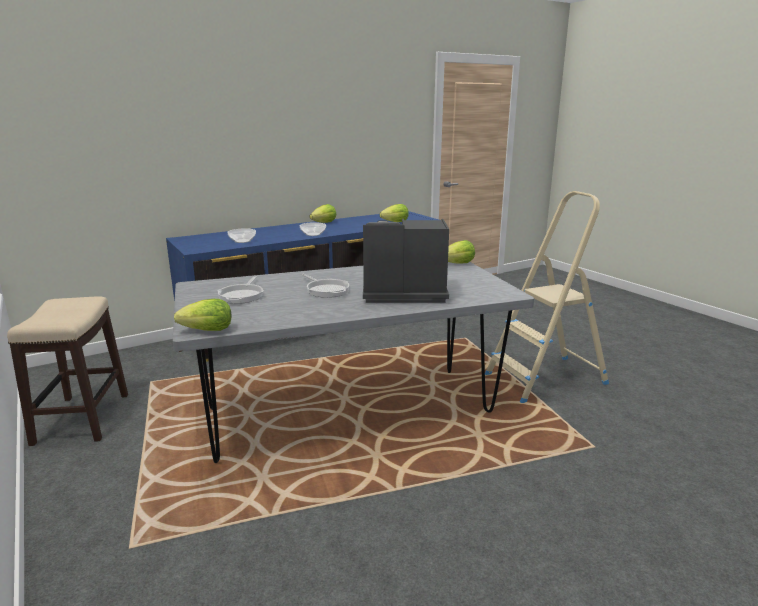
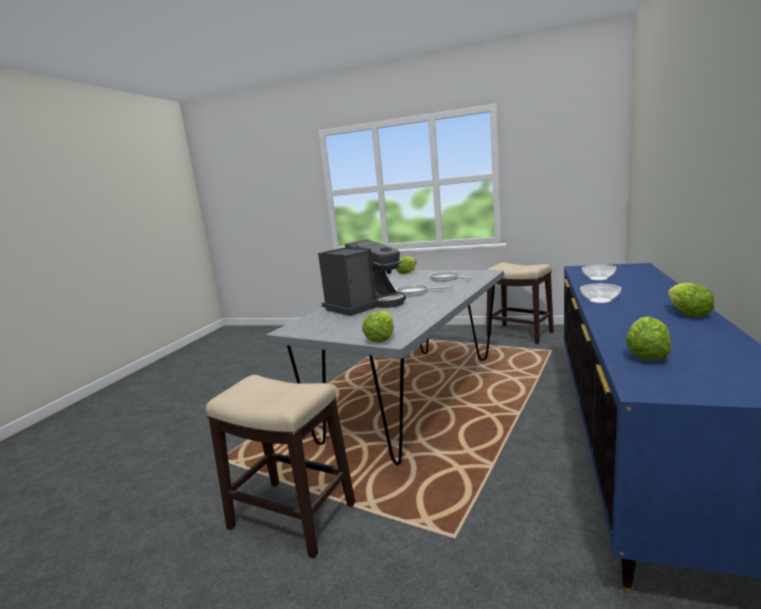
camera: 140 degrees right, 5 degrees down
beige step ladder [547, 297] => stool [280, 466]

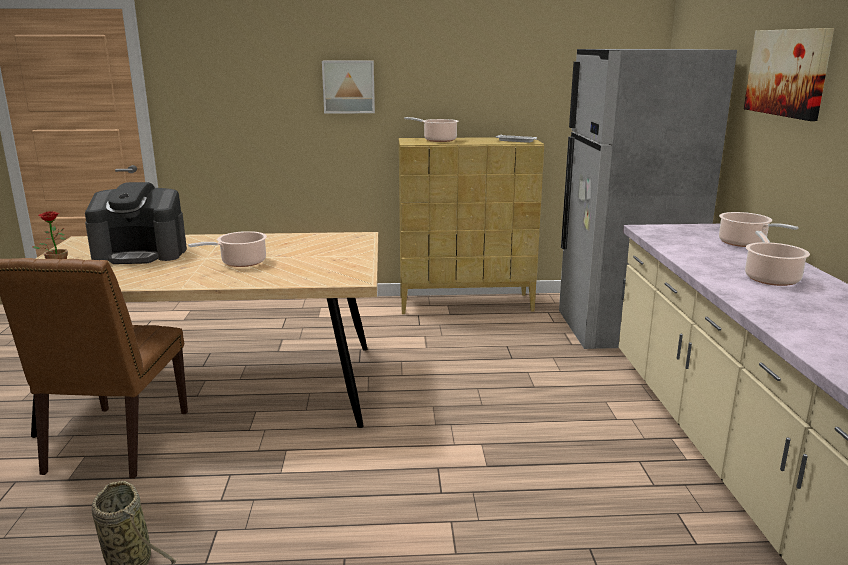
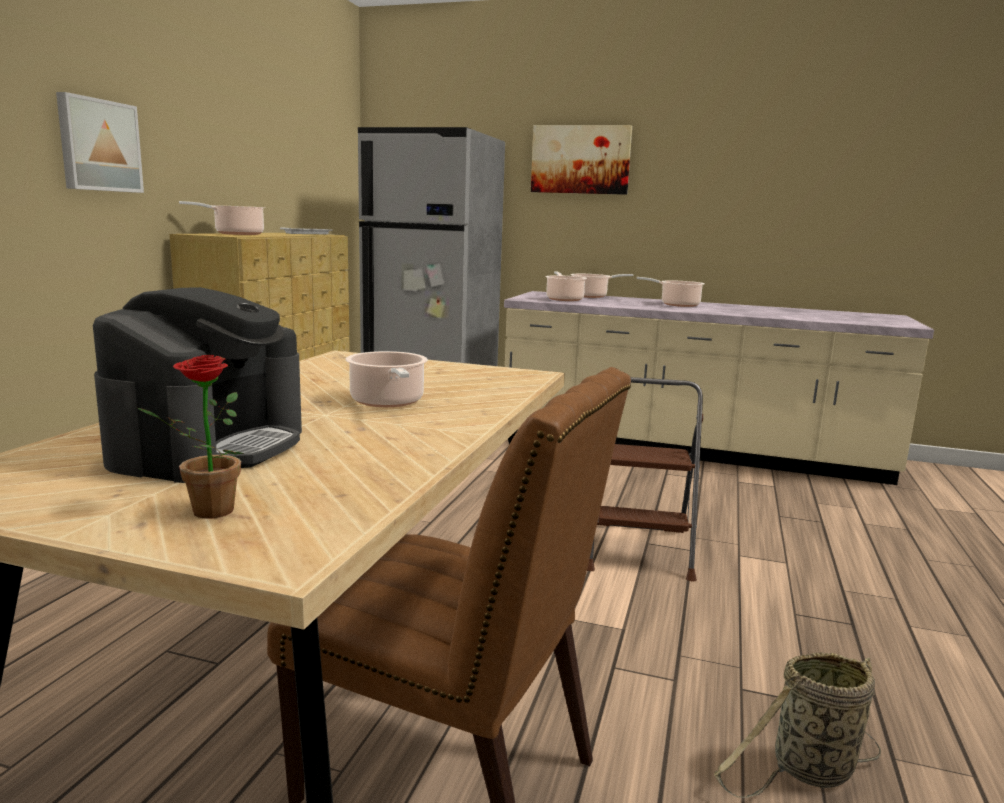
camera: 70 degrees left, 5 degrees down
nothing => cooking pot [566, 286]
nothing => brown step ladder [645, 479]

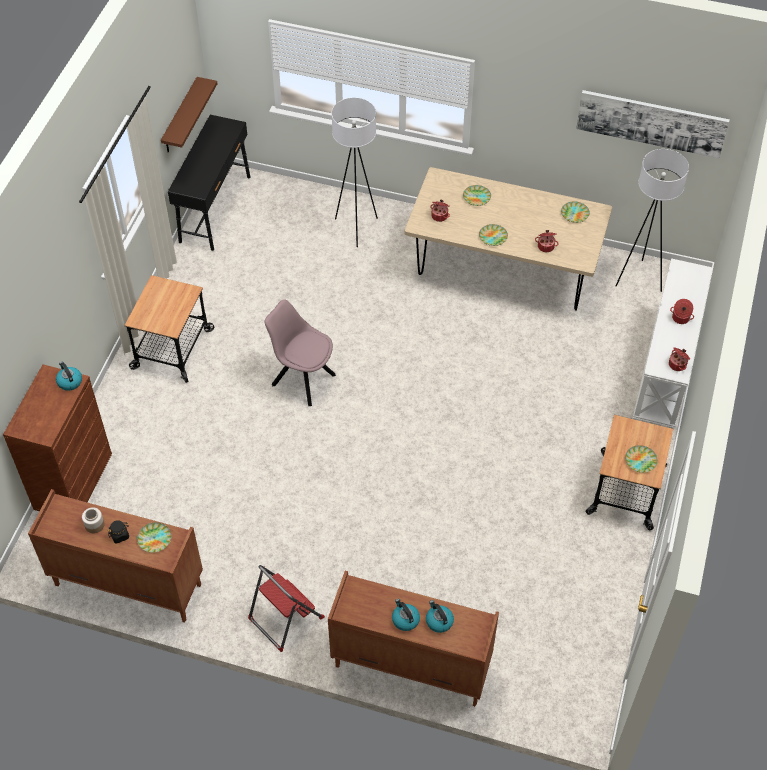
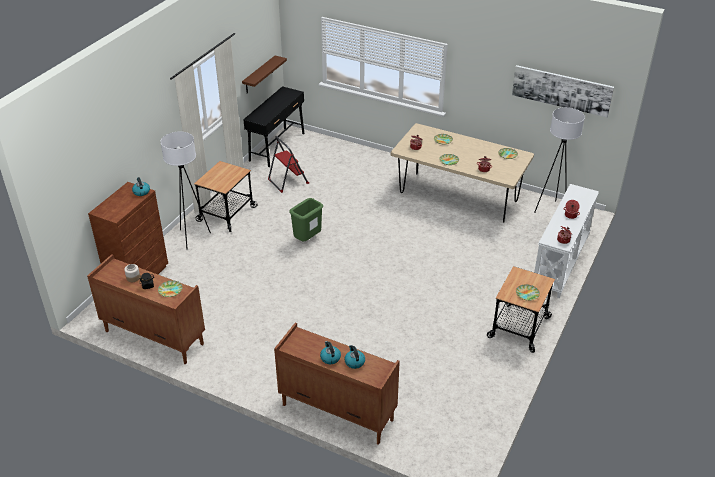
camera: 10 degrees right, 15 degrees down
white floor lamp [354, 172] => white floor lamp [185, 190], relocated
red step ladder [286, 608] => red step ladder [288, 164], relocated
pink chair [300, 352] => green trash can [306, 219]

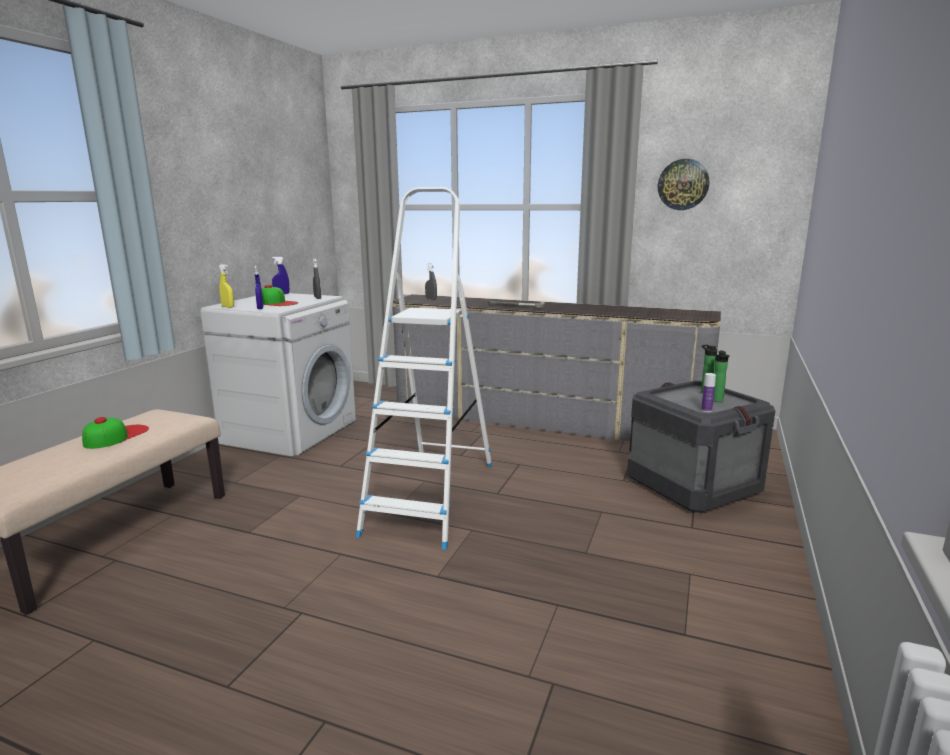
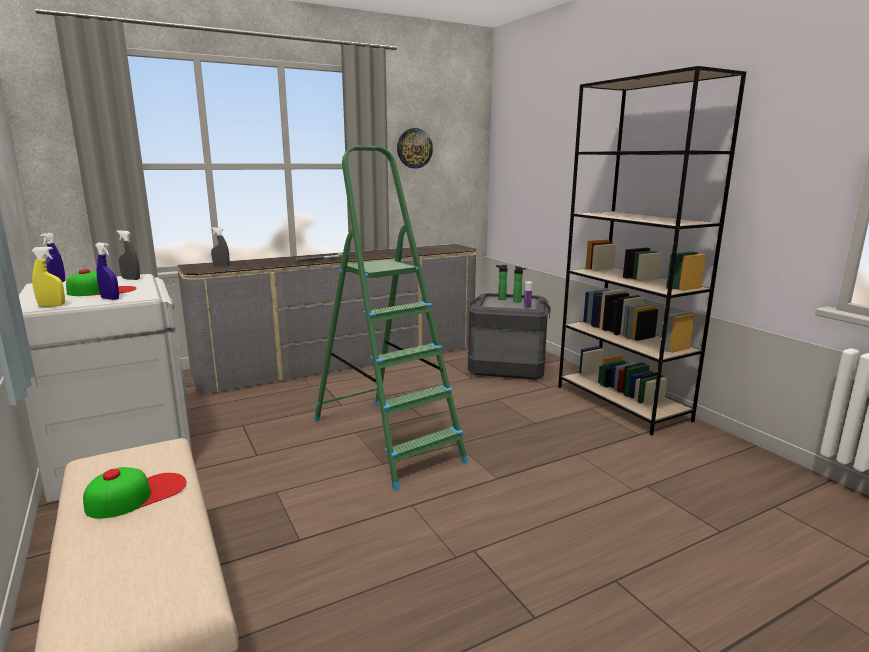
camera: 50 degrees left, 0 degrees up
cap [115, 433] => cap [135, 493], 75 degrees clockwise
white step ladder [424, 368] => green step ladder [391, 318]
nothing => beige bookcase [652, 251]

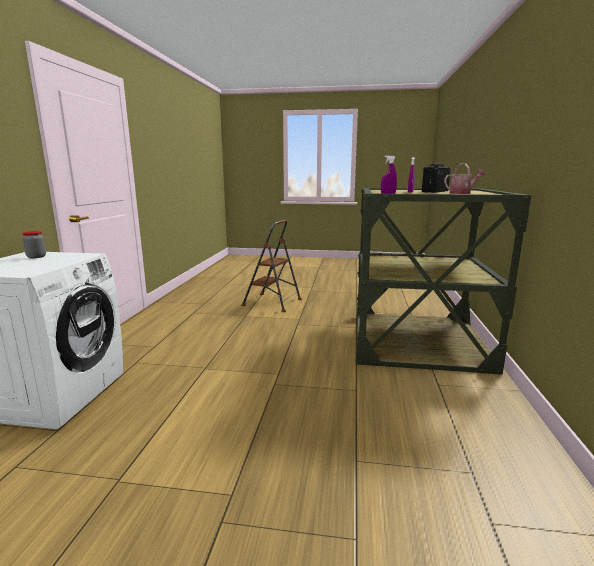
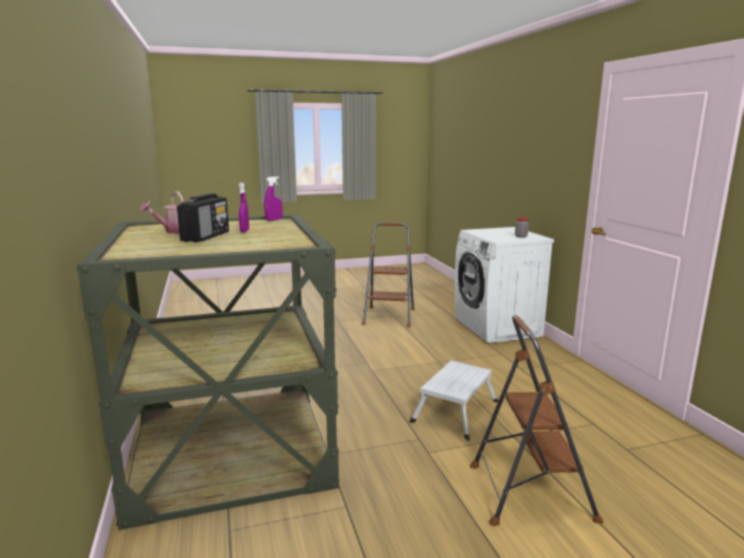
camera: 155 degrees right, 0 degrees up
nothing => brown step ladder [388, 275]
nothing => white step ladder [453, 400]

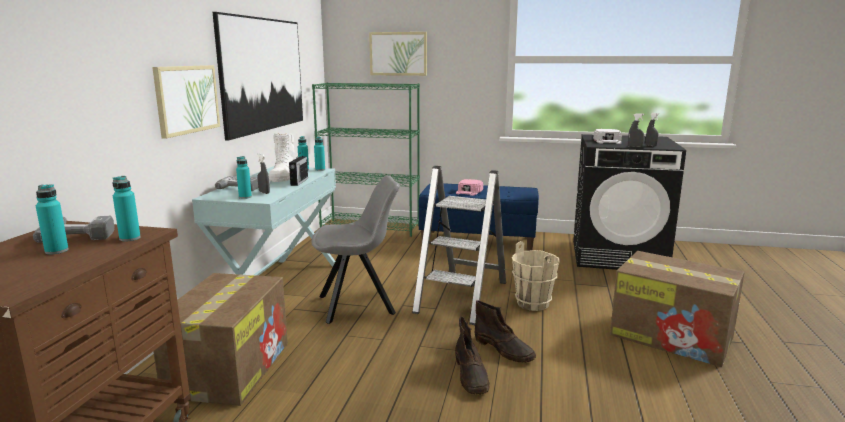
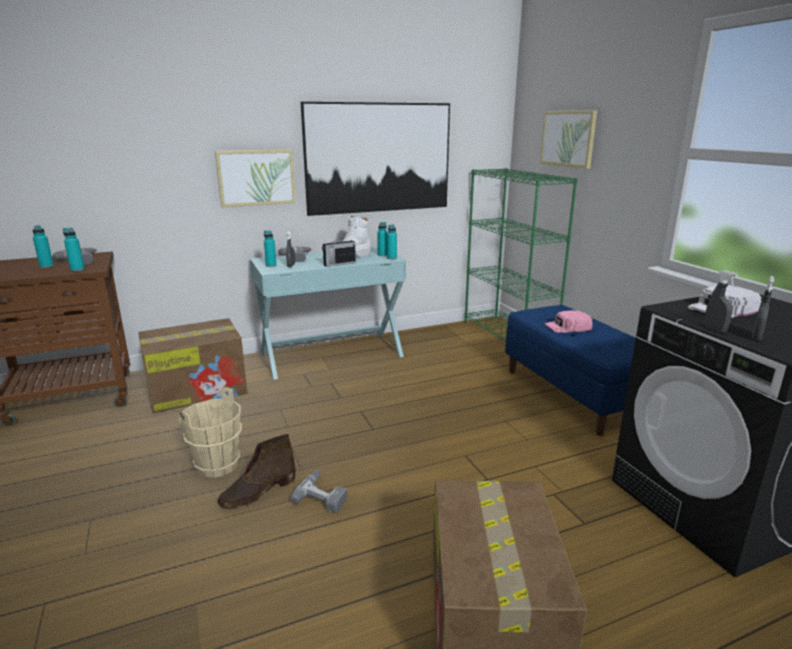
camera: 55 degrees right, 5 degrees up
beige bucket [536, 276] => beige bucket [210, 432], relocated
brown boot [505, 331] => power drill [318, 491]
grey chair [355, 249] => nothing
grey step ladder [459, 245] => nothing

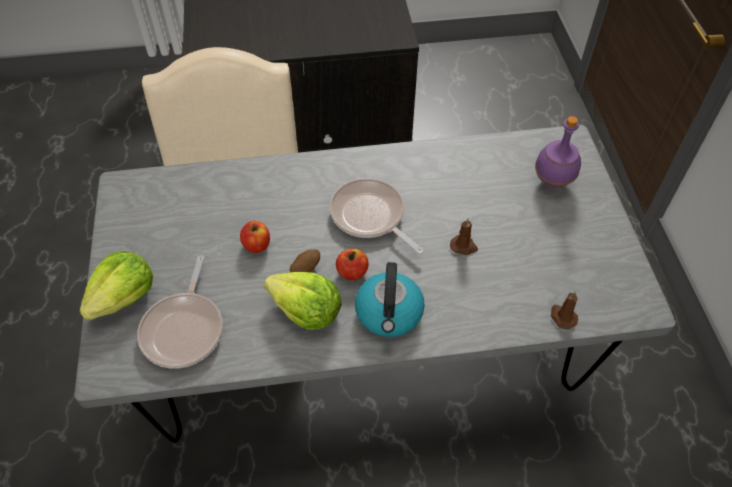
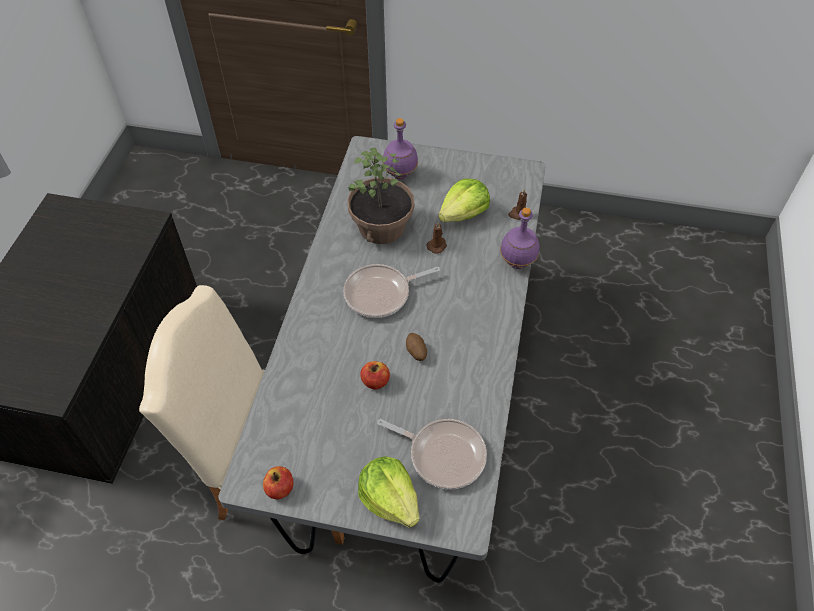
camera: 70 degrees left, 0 degrees up
apple [352, 264] => apple [278, 483], relocated
nothing => potted plant [380, 196]
lettuce [303, 301] => lettuce [464, 200], relocated
nothing => purple bottle [519, 238]
kettle [390, 299] => nothing

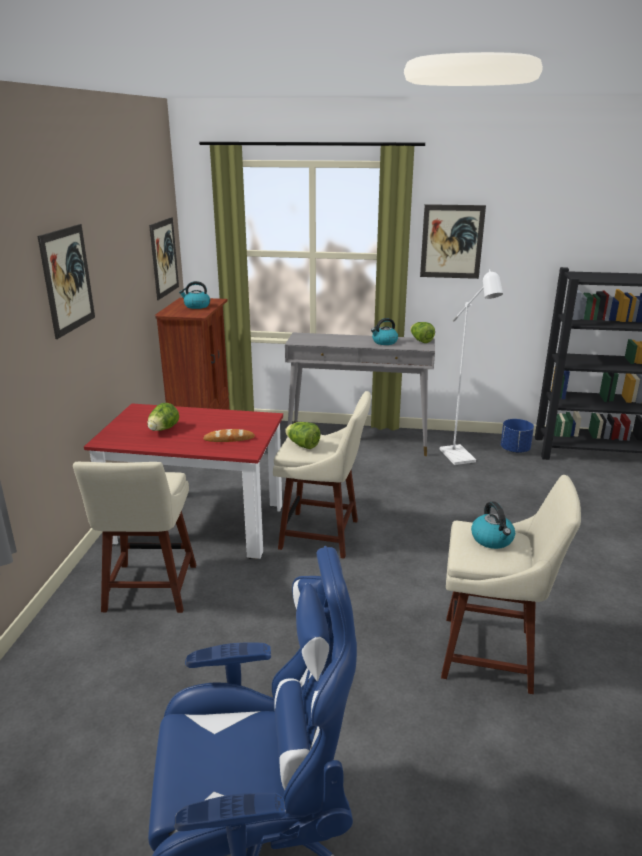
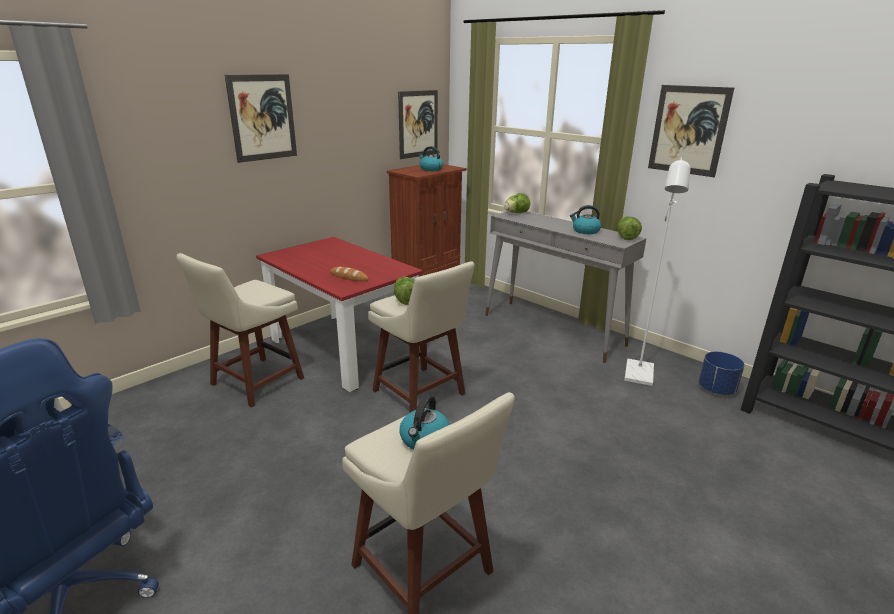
camera: 35 degrees right, 0 degrees up
lettuce [163, 417] => lettuce [517, 203], relocated

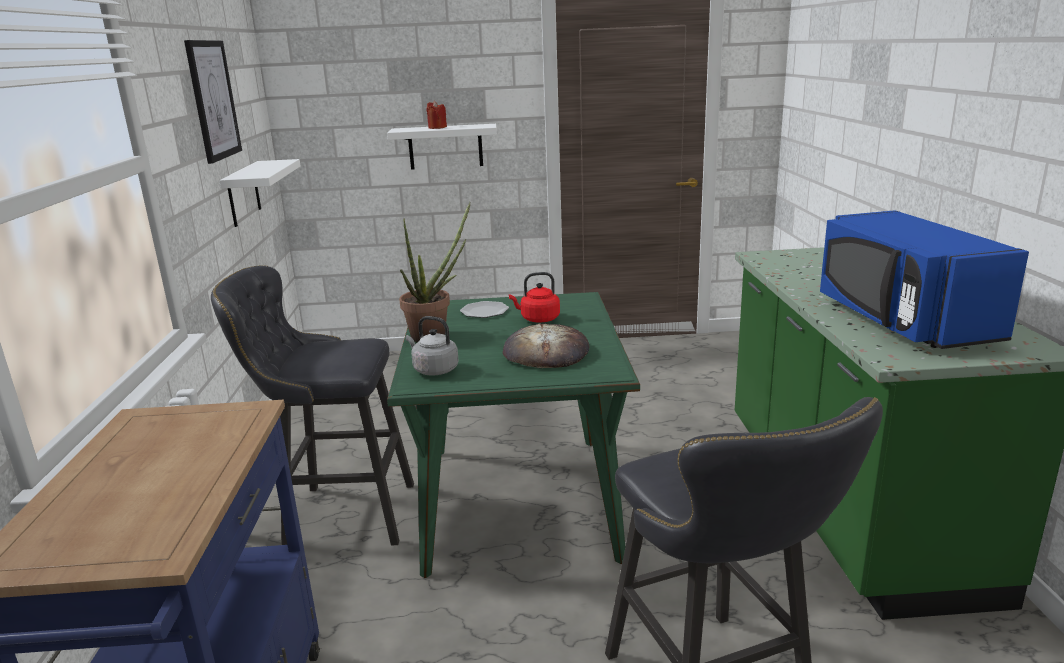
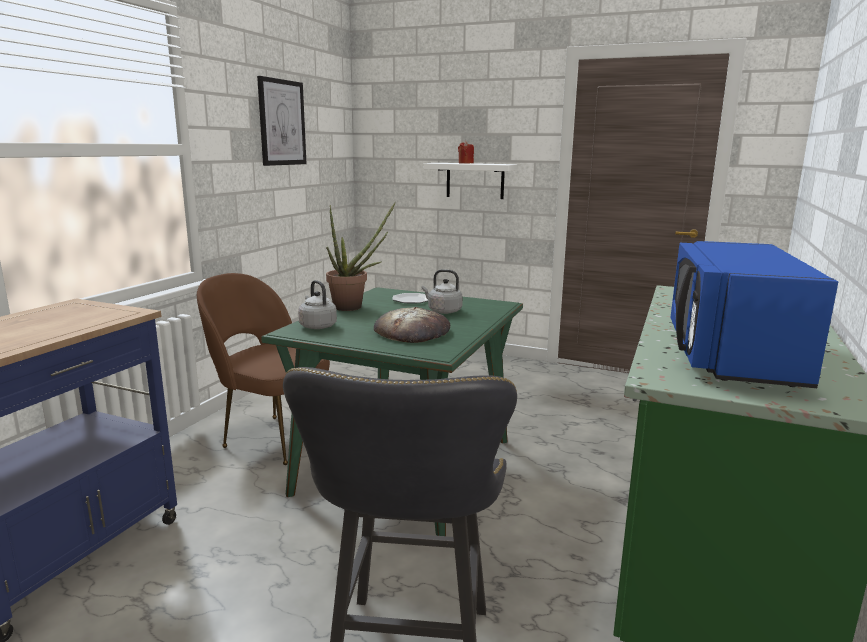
camera: 25 degrees right, 5 degrees down
black stool [312, 405] => brown chair [263, 369]
red kettle [534, 297] => grey kettle [442, 291]
white shelf [259, 193] => nothing

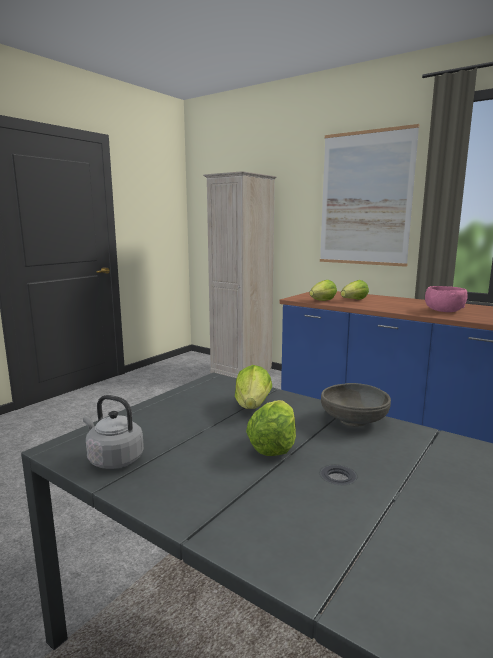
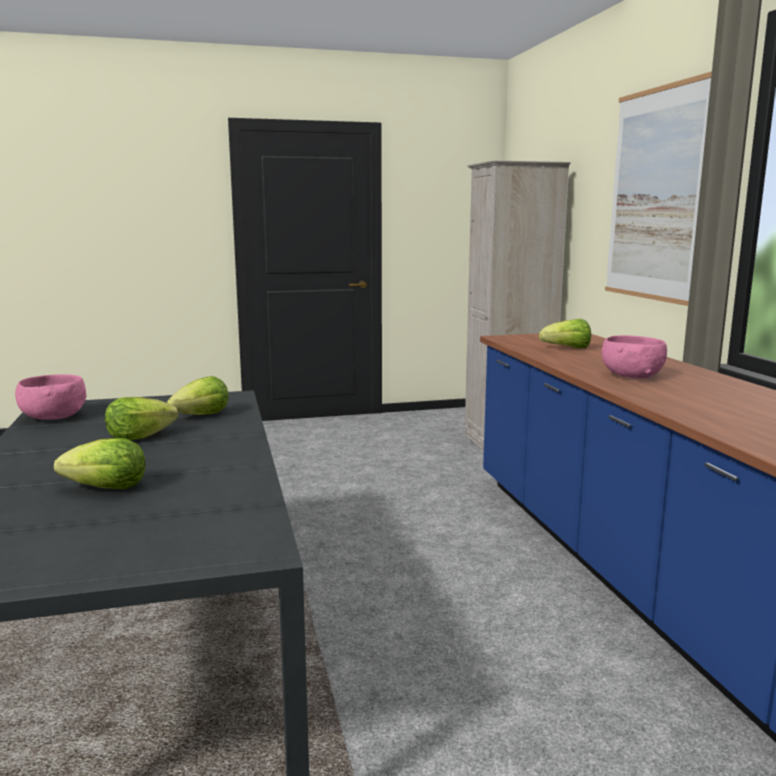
camera: 40 degrees right, 0 degrees up
grey kettle [113, 432] => pink bowl [50, 397]
lettuce [323, 290] => lettuce [100, 463], relocated
grey bowl [356, 405] => nothing

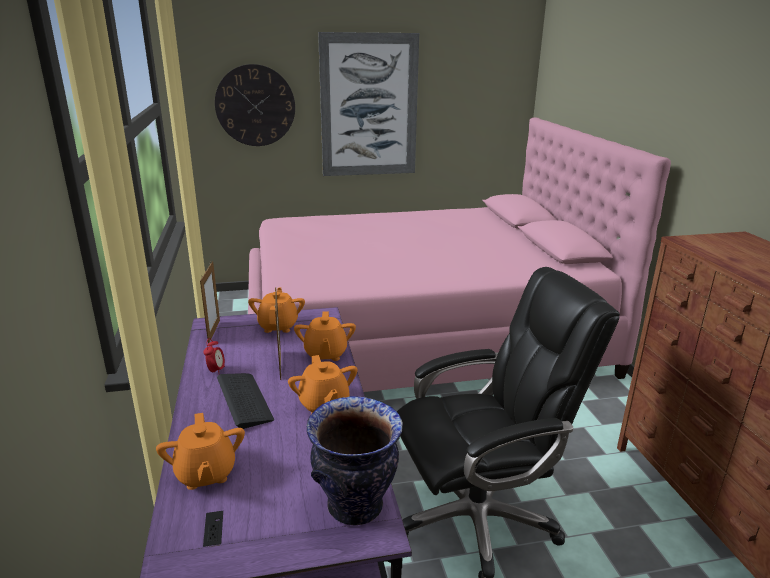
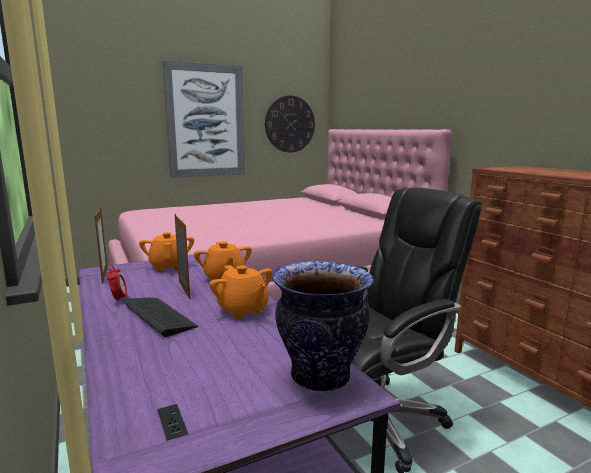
camera: 15 degrees left, 10 degrees down
wall clock [255, 105] => wall clock [290, 124], relocated
orange teapot [200, 451] => nothing

